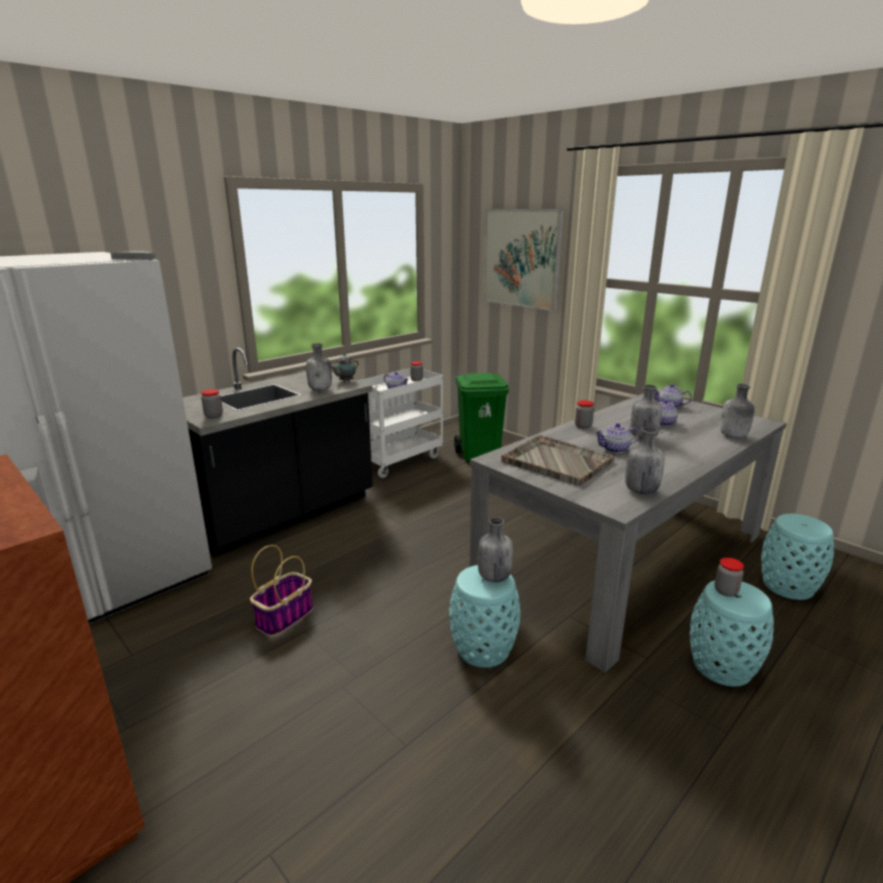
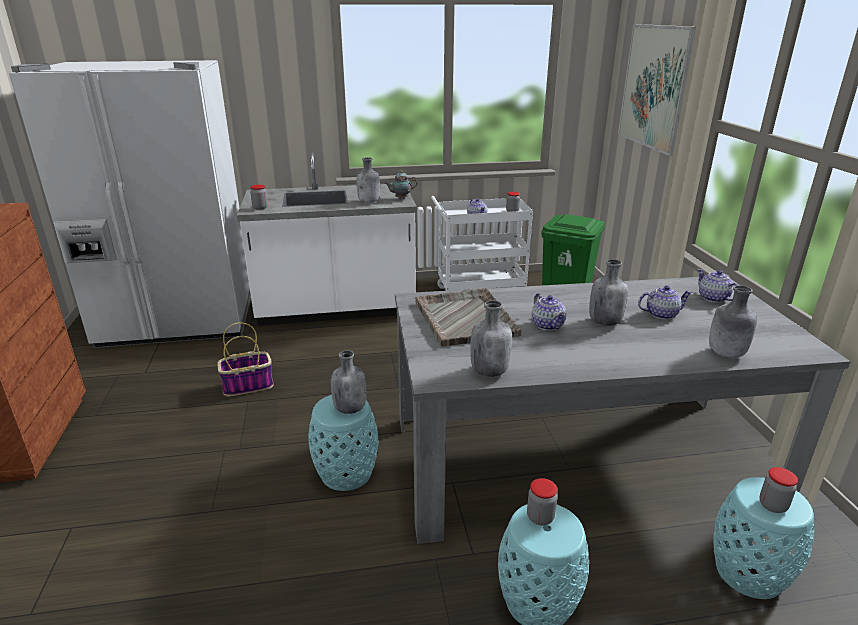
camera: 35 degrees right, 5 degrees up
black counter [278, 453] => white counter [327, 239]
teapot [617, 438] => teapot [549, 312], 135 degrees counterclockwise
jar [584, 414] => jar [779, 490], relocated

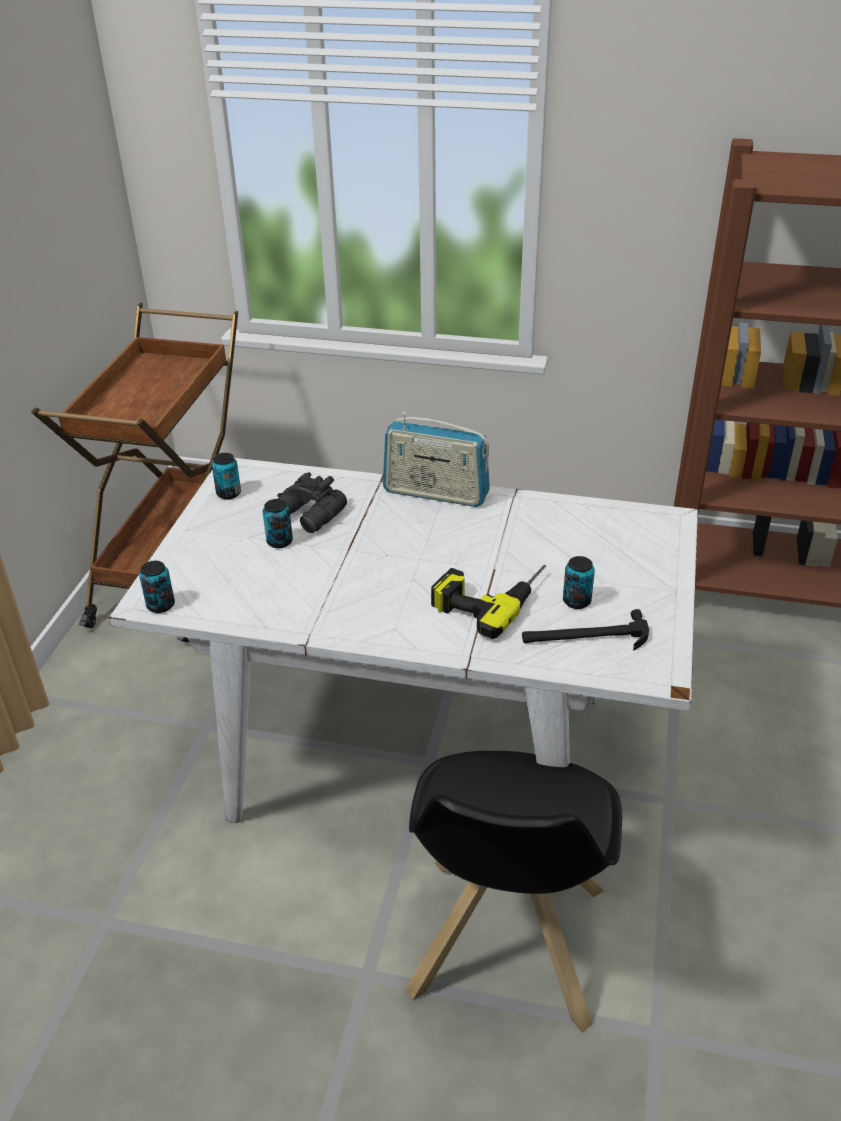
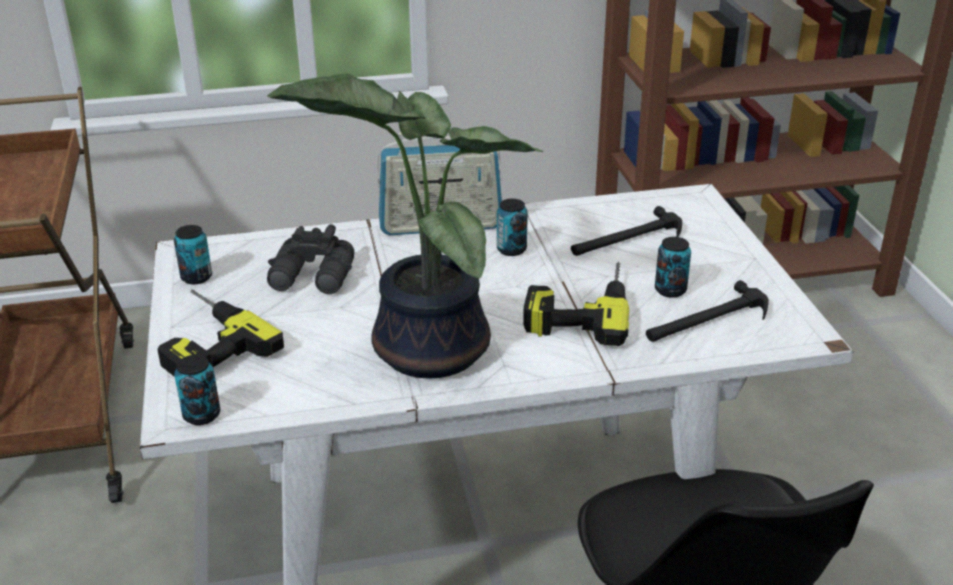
camera: 25 degrees left, 5 degrees down
nothing => power drill [220, 333]
nothing => potted plant [405, 226]
can [278, 523] => can [512, 227], relocated
nothing => hammer [626, 231]

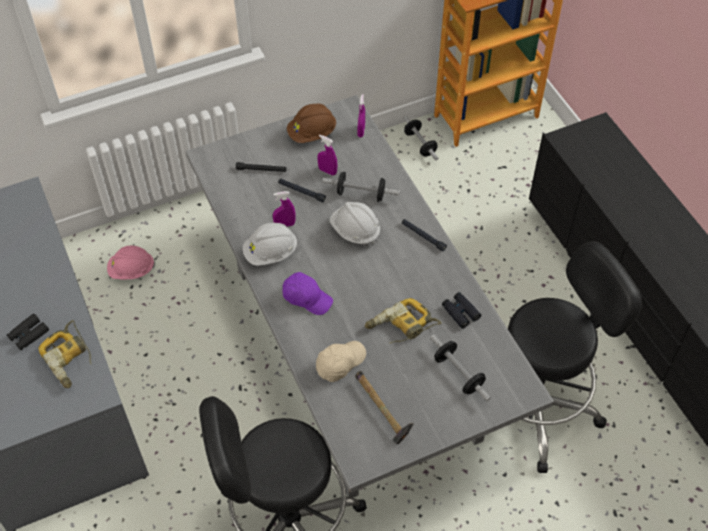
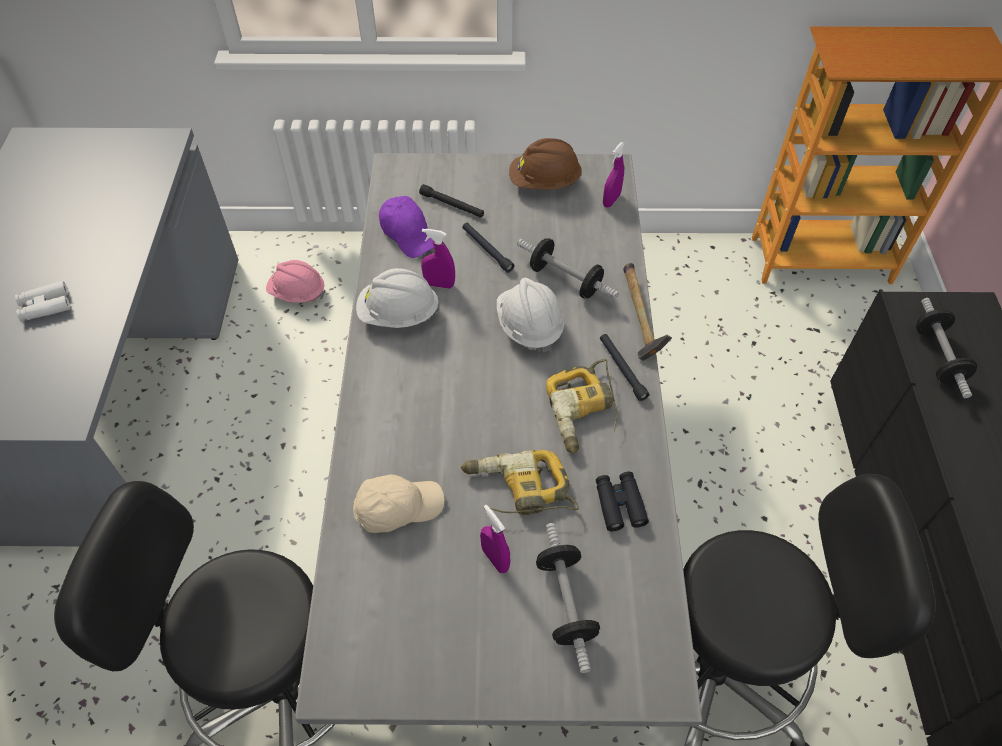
camera: 25 degrees right, 0 degrees up
black binoculars [28, 332] => white binoculars [43, 301]
purple cap [308, 293] => purple cap [406, 227], relocated
purple spray bottle [327, 155] => purple spray bottle [495, 539], relocated
power drill [65, 354] => power drill [582, 406], relocated
hammer [384, 407] => hammer [647, 312], relocated
dumbbell [421, 138] => dumbbell [946, 348], relocated

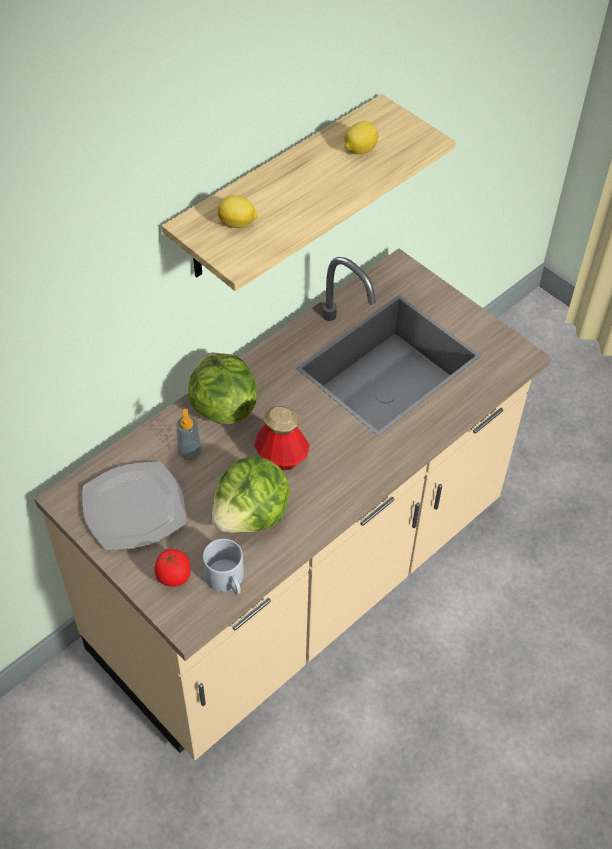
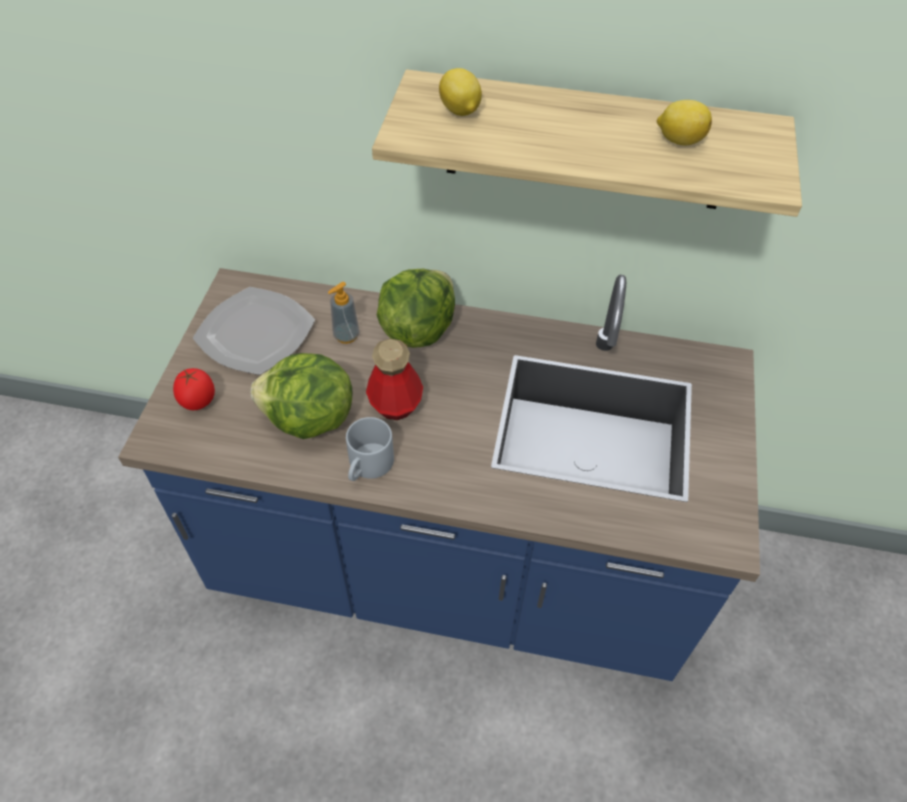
camera: 55 degrees right, 0 degrees up
beige counter [292, 504] => blue counter [439, 474]
grey mug [223, 567] => grey mug [370, 449], relocated

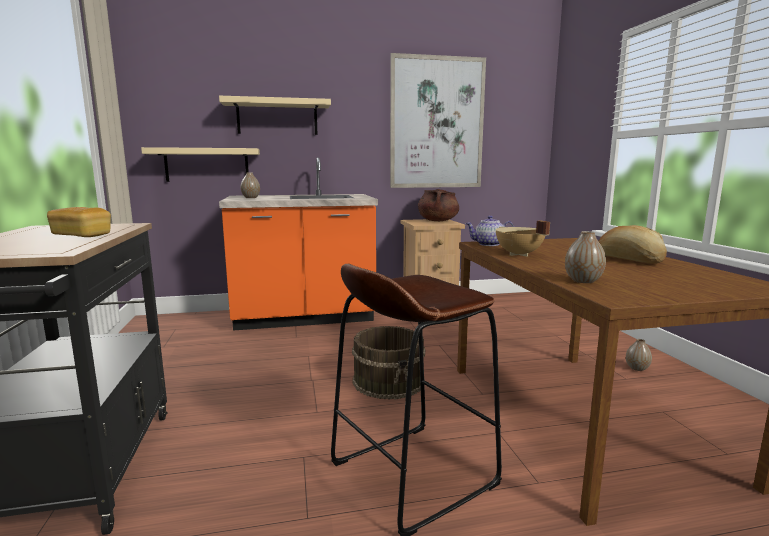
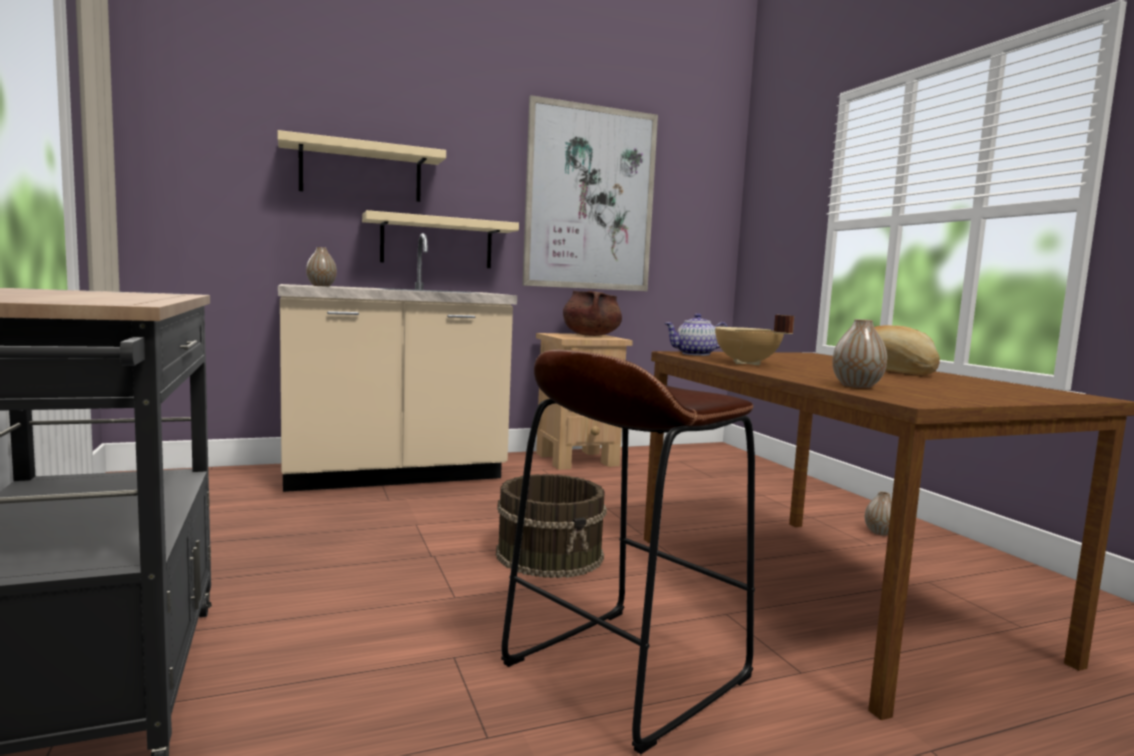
camera: 10 degrees left, 5 degrees down
orange counter [298, 244] => beige counter [397, 362]
beige shelf [200, 164] => beige shelf [440, 239], relocated
bread [79, 222] => nothing

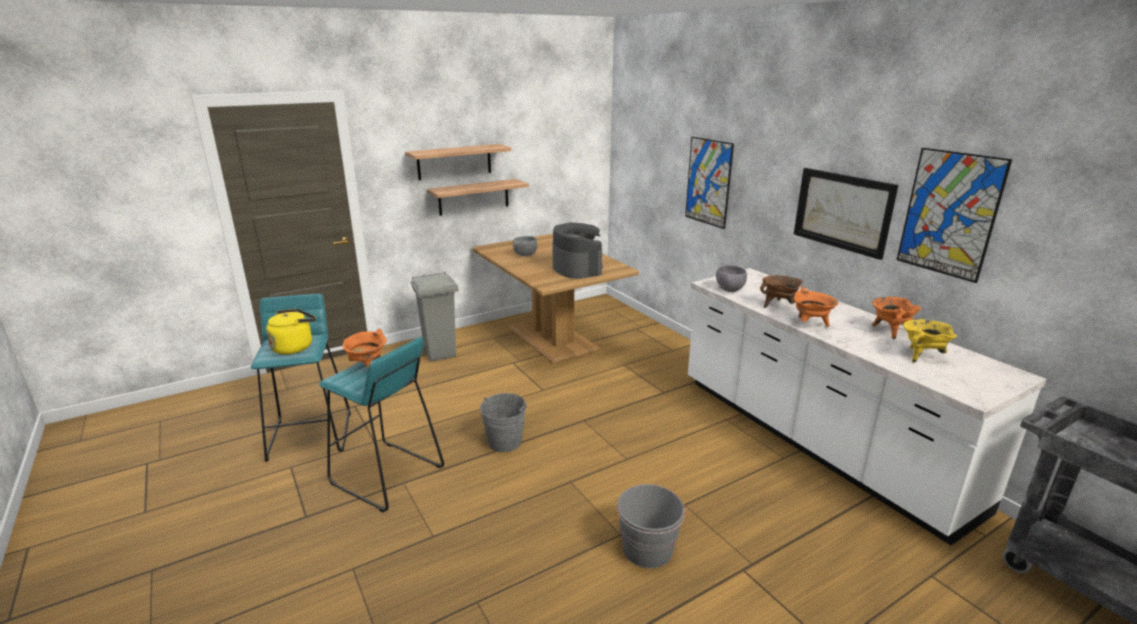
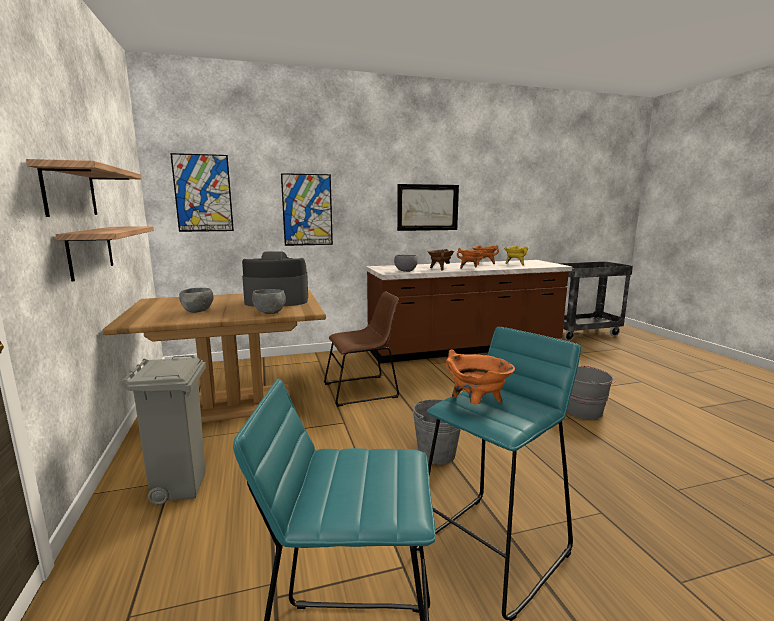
camera: 75 degrees left, 10 degrees down
picture [954, 215] => picture [202, 192], relocated
nothing => grey bowl [269, 301]
nothing => brown chair [361, 349]
white counter [867, 406] => brown counter [469, 311]
yellow kettle [291, 331] => nothing

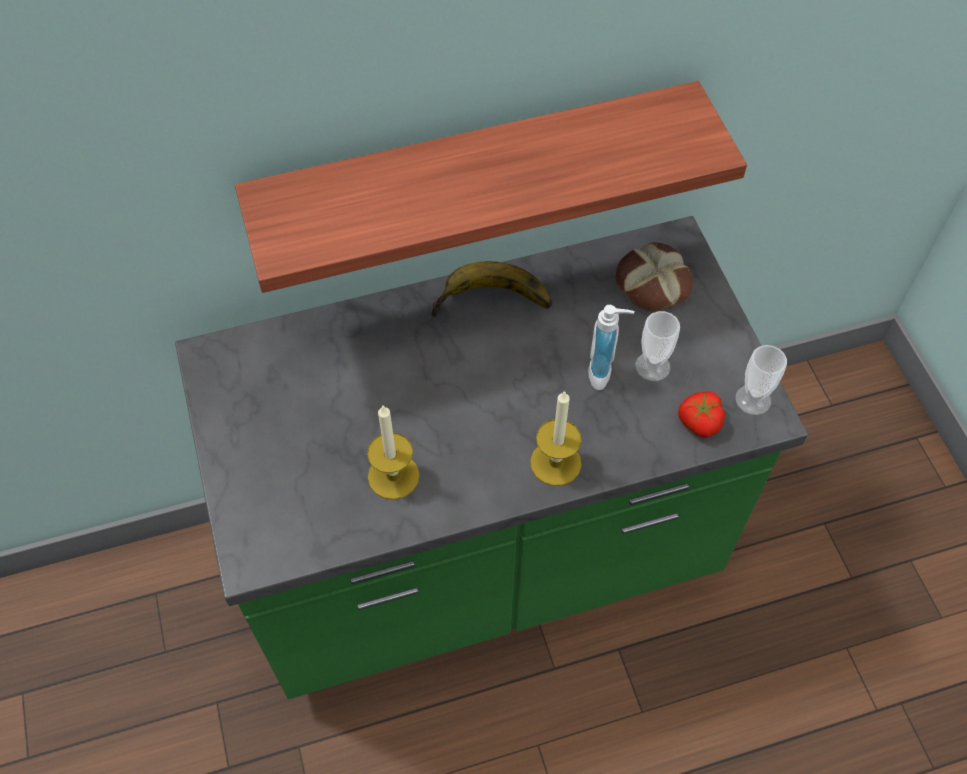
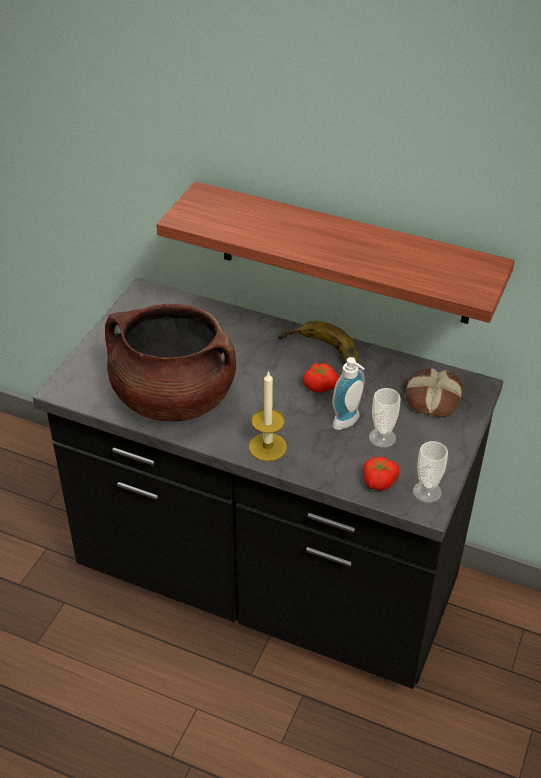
camera: 40 degrees right, 15 degrees down
green counter [491, 457] => black counter [268, 483]
candle [393, 453] => brown cooking pot [170, 363]
nothing => tomato [321, 378]

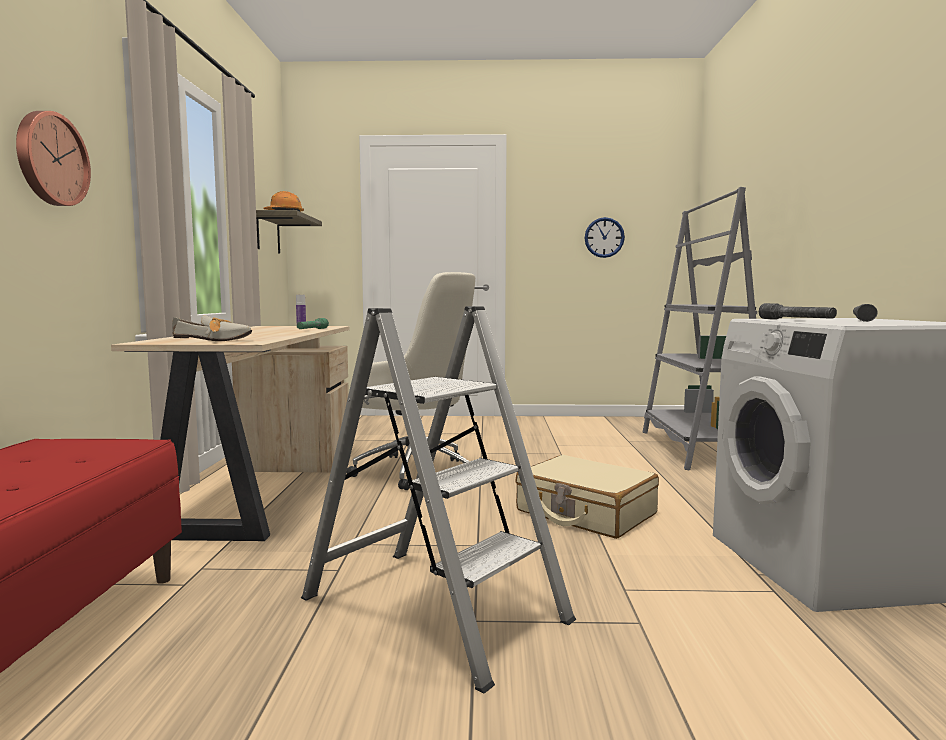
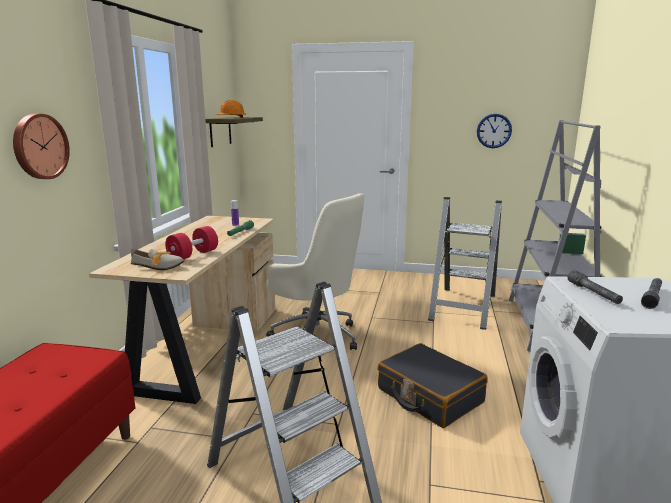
camera: 10 degrees right, 10 degrees up
nothing => red dumbbell [191, 242]
beige suitcase [587, 497] => black suitcase [432, 385]
nothing => grey step ladder [465, 263]

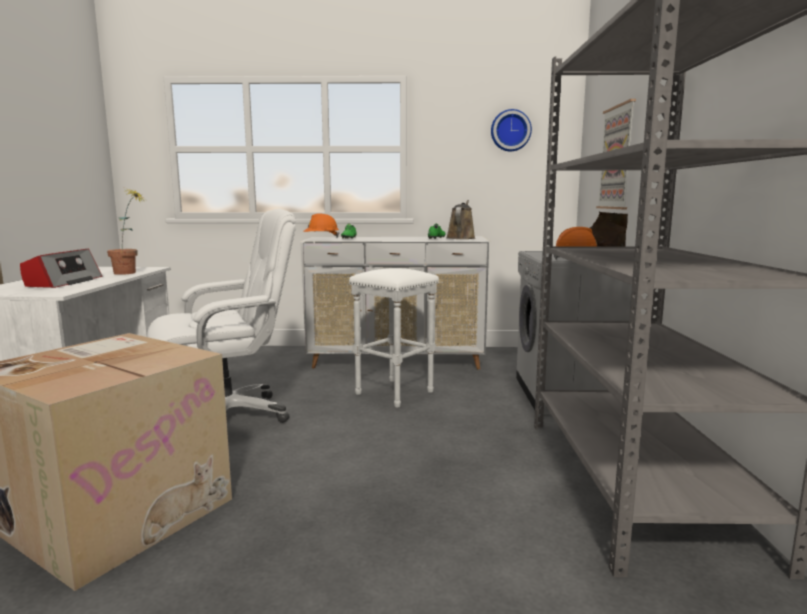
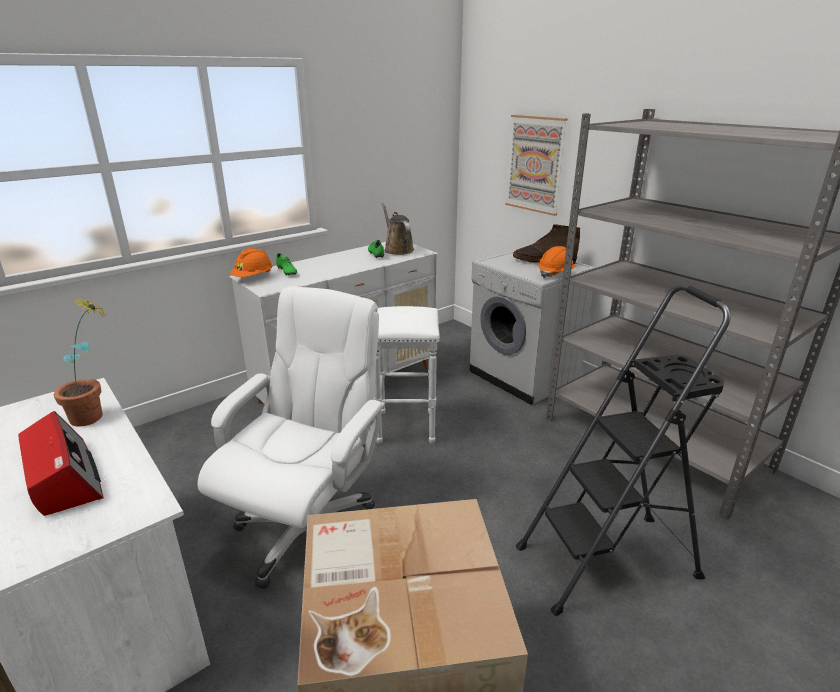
camera: 40 degrees left, 15 degrees up
nothing => step ladder [623, 450]
wall clock [511, 130] => nothing

